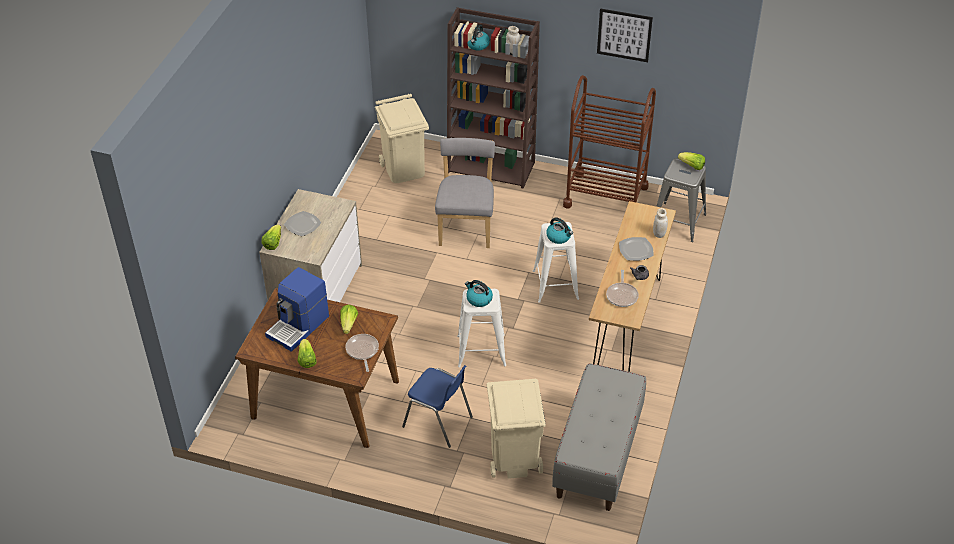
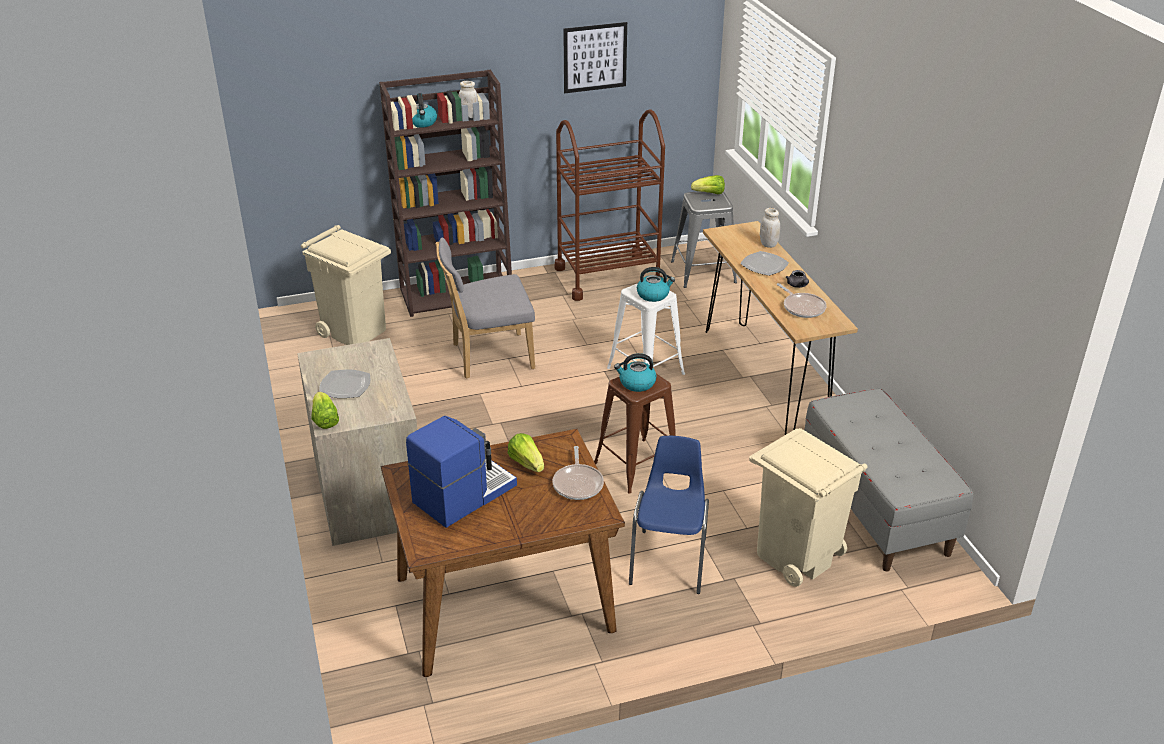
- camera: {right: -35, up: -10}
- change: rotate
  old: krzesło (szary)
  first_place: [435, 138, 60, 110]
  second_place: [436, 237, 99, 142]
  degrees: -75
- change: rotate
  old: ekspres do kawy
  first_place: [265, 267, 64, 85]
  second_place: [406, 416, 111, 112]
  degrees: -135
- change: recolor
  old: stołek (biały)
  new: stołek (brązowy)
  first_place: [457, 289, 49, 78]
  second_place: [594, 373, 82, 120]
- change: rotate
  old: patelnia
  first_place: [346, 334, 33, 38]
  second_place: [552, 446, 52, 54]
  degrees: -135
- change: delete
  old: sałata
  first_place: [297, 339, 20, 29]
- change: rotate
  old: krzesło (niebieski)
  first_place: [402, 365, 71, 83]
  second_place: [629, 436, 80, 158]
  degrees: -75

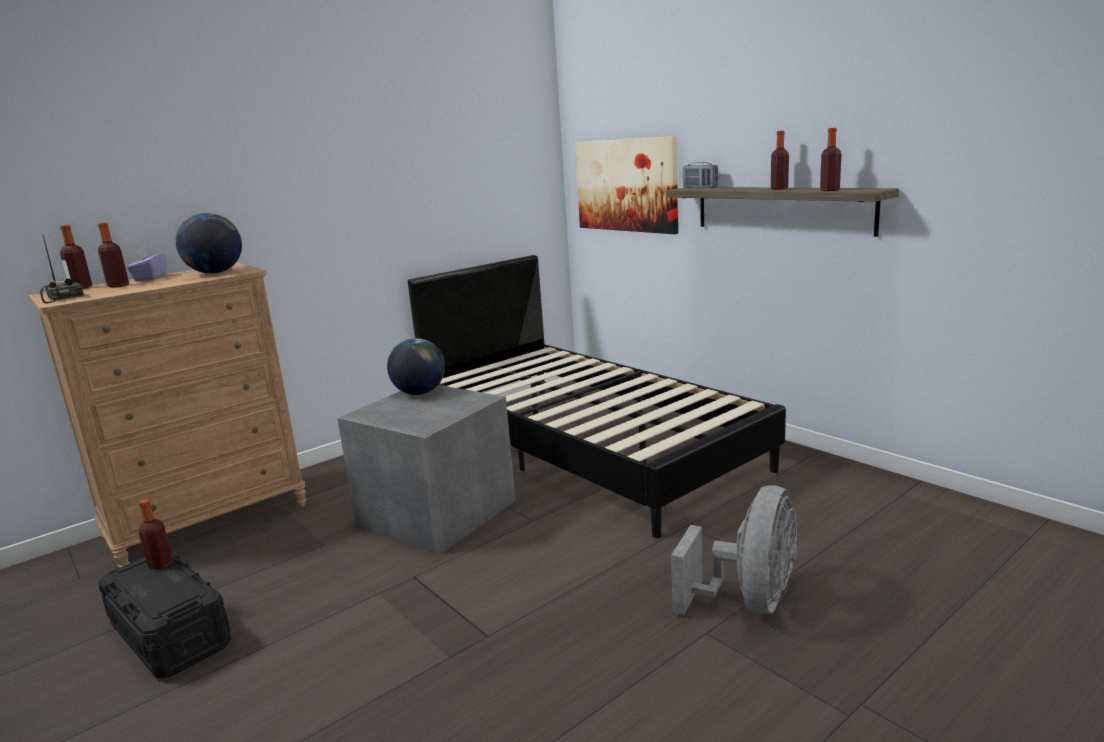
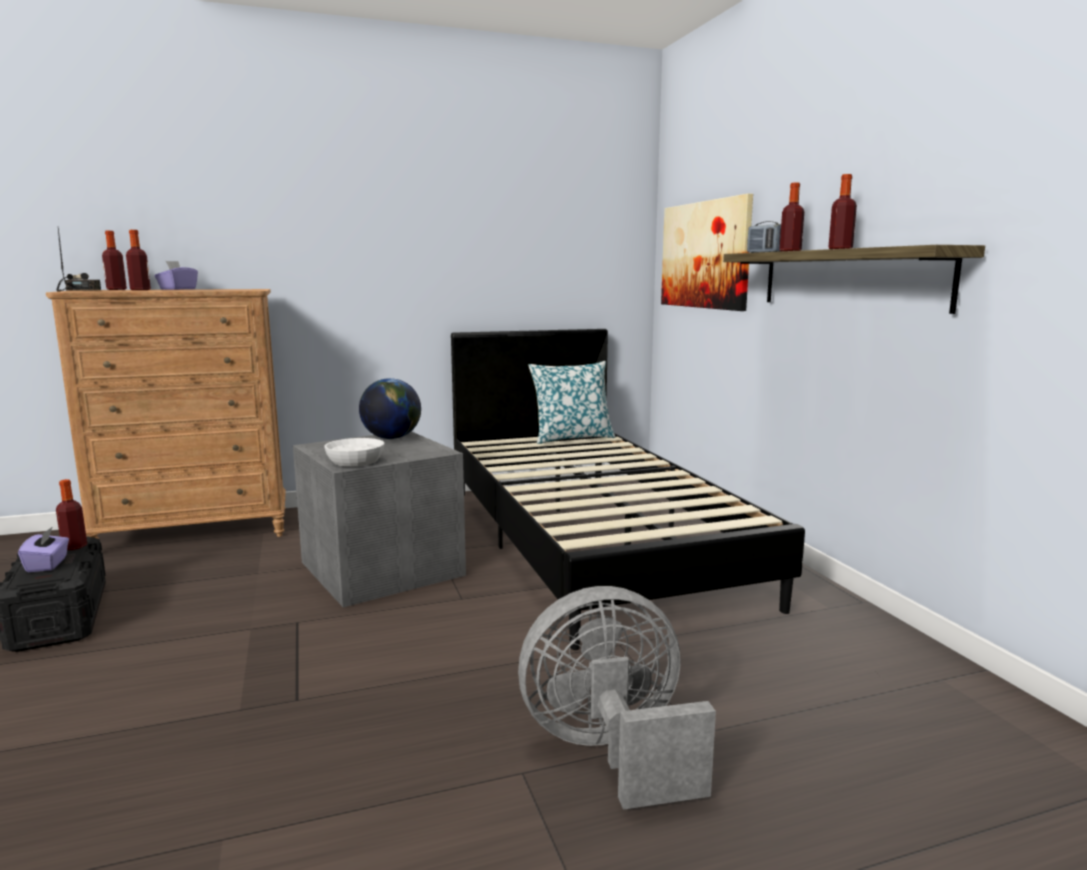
- camera: {right: 20, up: -5}
- change: move
  old: butelka
  first_place: [820, 128, 21, 63]
  second_place: [780, 182, 24, 69]
- change: delete
  old: globus
  first_place: [176, 213, 66, 61]
- change: rotate
  old: wentylator (szary)
  first_place: [671, 485, 126, 130]
  second_place: [518, 586, 198, 224]
  degrees: -150
- change: insert
  new: poduszka
  second_place: [529, 361, 86, 83]
- change: insert
  new: miska (biały)
  second_place: [324, 438, 61, 29]
- change: insert
  new: pudełko chusteczek (fioletowy)
  second_place: [18, 526, 51, 46]

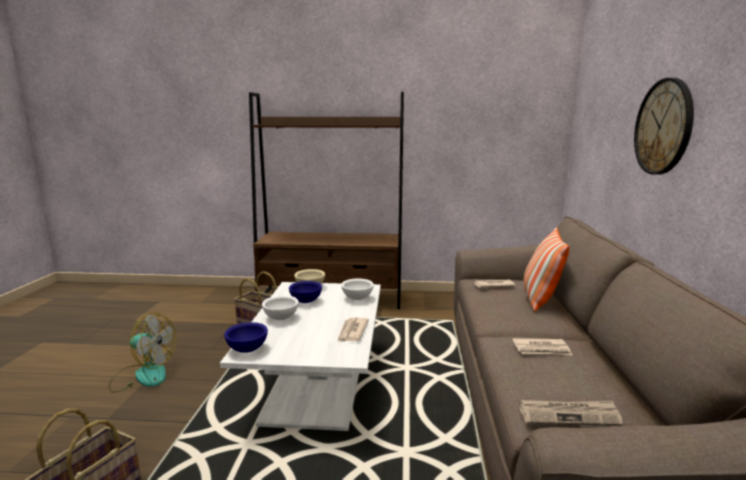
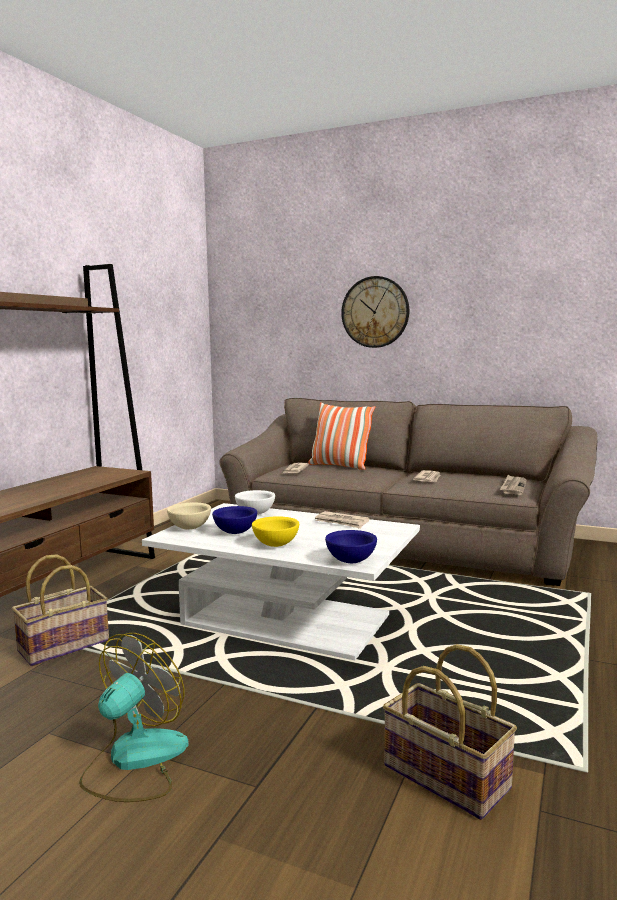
- camera: {right: -70, up: -5}
- change: recolor
  old: miska (biały)
  new: miska (żółty)
  first_place: [262, 295, 37, 25]
  second_place: [252, 516, 47, 31]

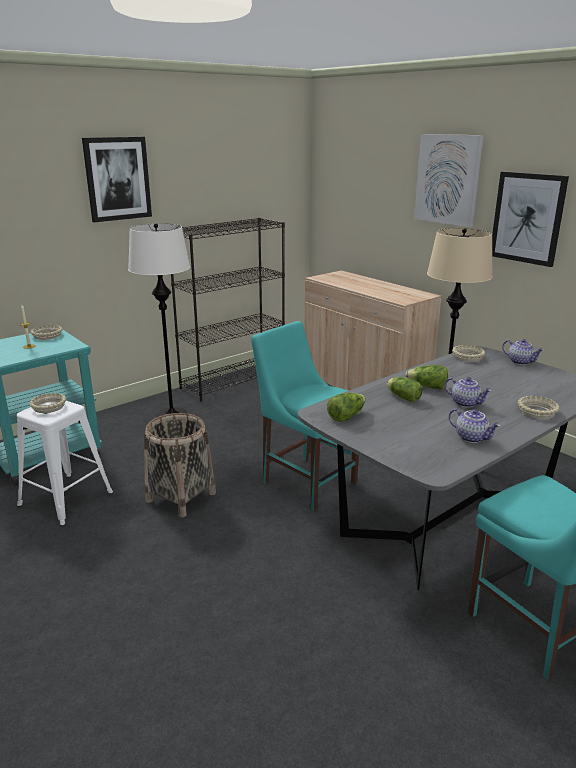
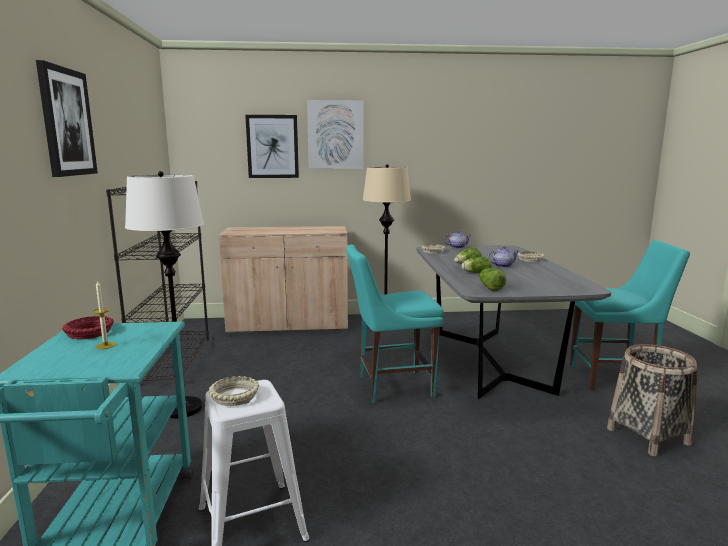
- camera: {right: -55, up: -10}
- change: move
  old: obraz
  first_place: [492, 172, 77, 95]
  second_place: [245, 115, 54, 63]
- change: recolor
  old: miska (beżowy)
  new: miska (czerwony)
  first_place: [31, 325, 32, 15]
  second_place: [62, 316, 52, 23]
- change: delete
  old: imbryk
  first_place: [449, 409, 51, 34]
- change: move
  old: koszyk
  first_place: [144, 413, 72, 104]
  second_place: [607, 344, 91, 112]

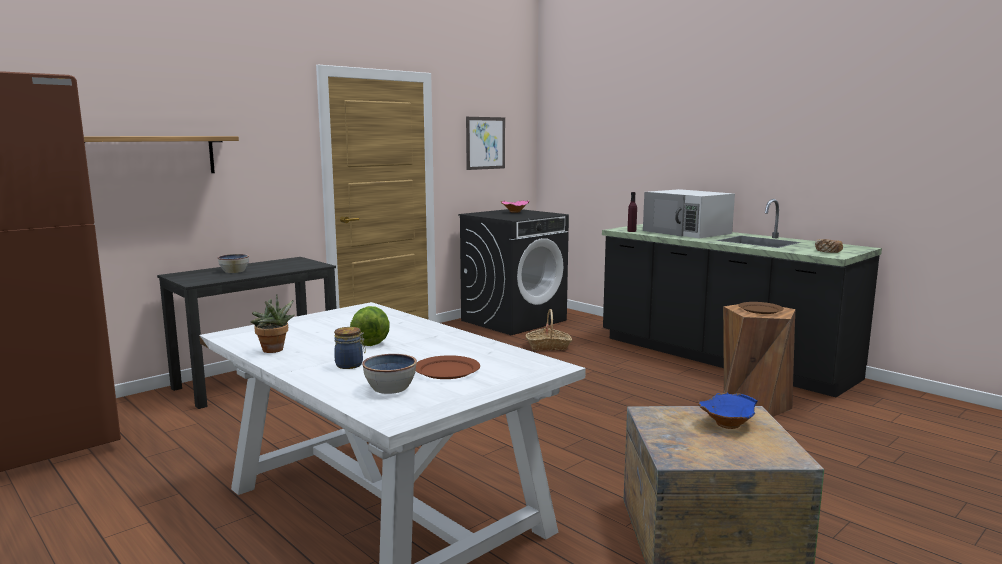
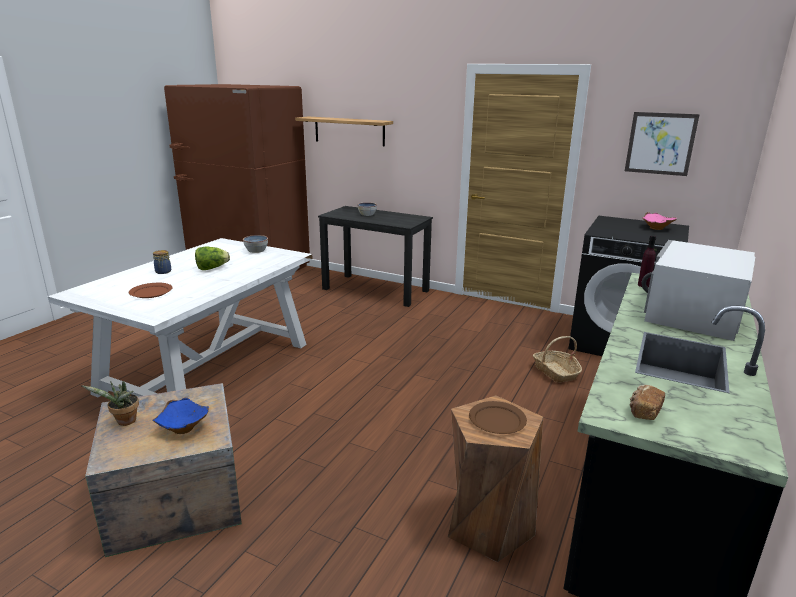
- camera: {right: 70, up: 10}
- change: move
  old: roślina doniczkowa
  first_place: [251, 294, 44, 59]
  second_place: [81, 381, 58, 45]
- change: move
  old: miska
  first_place: [362, 354, 55, 40]
  second_place: [243, 235, 25, 18]

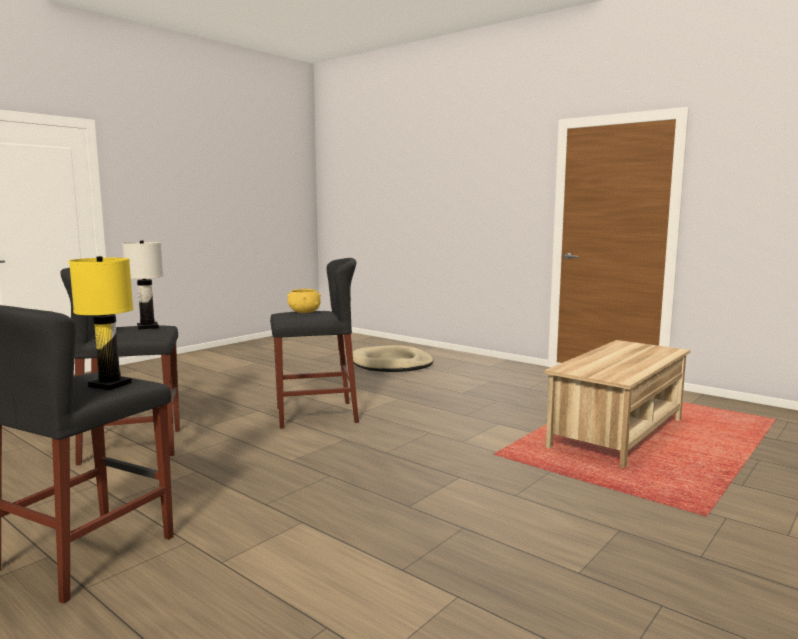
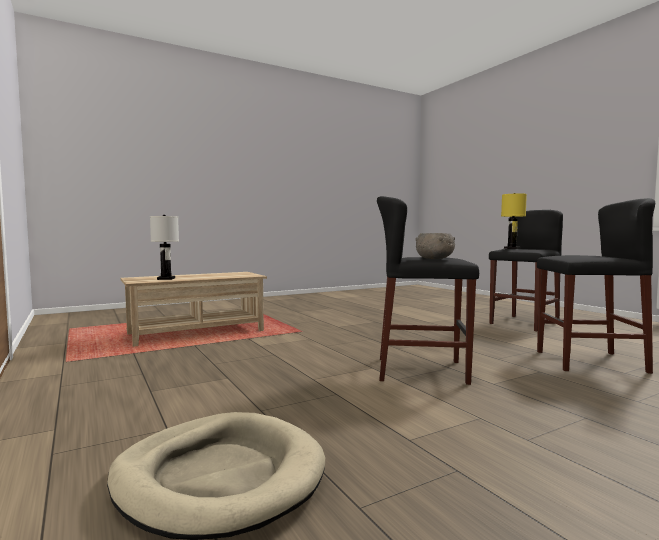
- camera: {right: -160, up: -5}
- change: move
  old: lampa stołowa (biały)
  first_place: [122, 241, 41, 89]
  second_place: [150, 215, 29, 65]
- change: recolor
  old: miska (żółty)
  new: miska (szary)
  first_place: [287, 289, 34, 24]
  second_place: [415, 233, 40, 26]

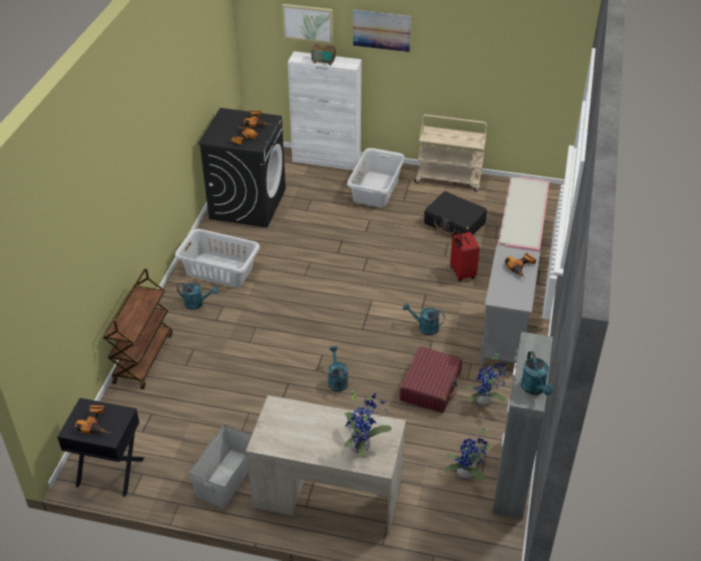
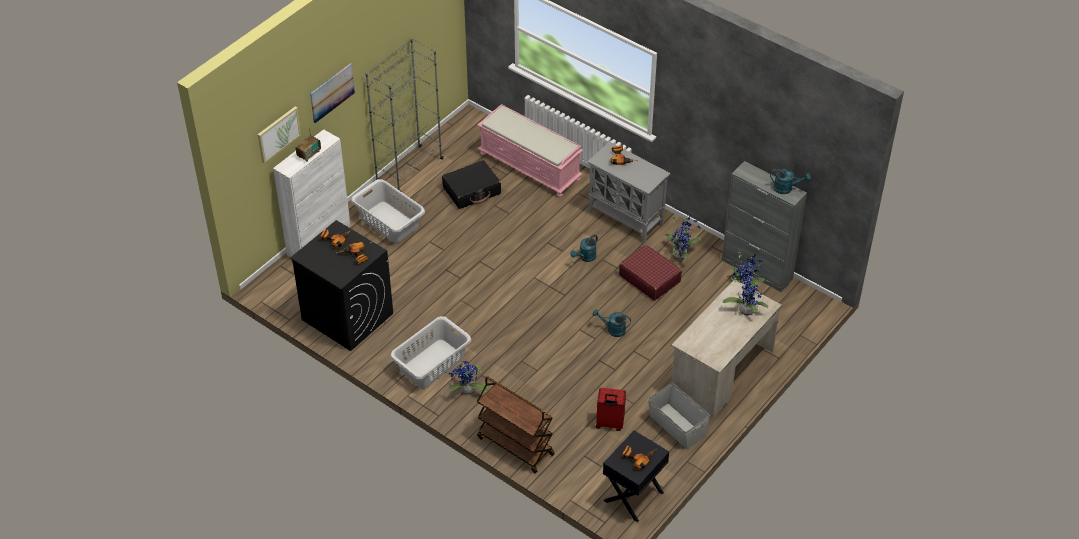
- camera: {right: -65, up: 5}
- change: replace
  old: wózek (beżowy)
  new: regał (szary)
  first_place: [415, 114, 72, 77]
  second_place: [365, 38, 79, 154]
- change: move
  old: walizka (czerwony)
  first_place: [450, 230, 30, 51]
  second_place: [596, 388, 30, 43]
- change: replace
  old: konewka (turkusowy)
  new: roślina doniczkowa
  first_place: [177, 283, 41, 27]
  second_place: [449, 361, 40, 34]

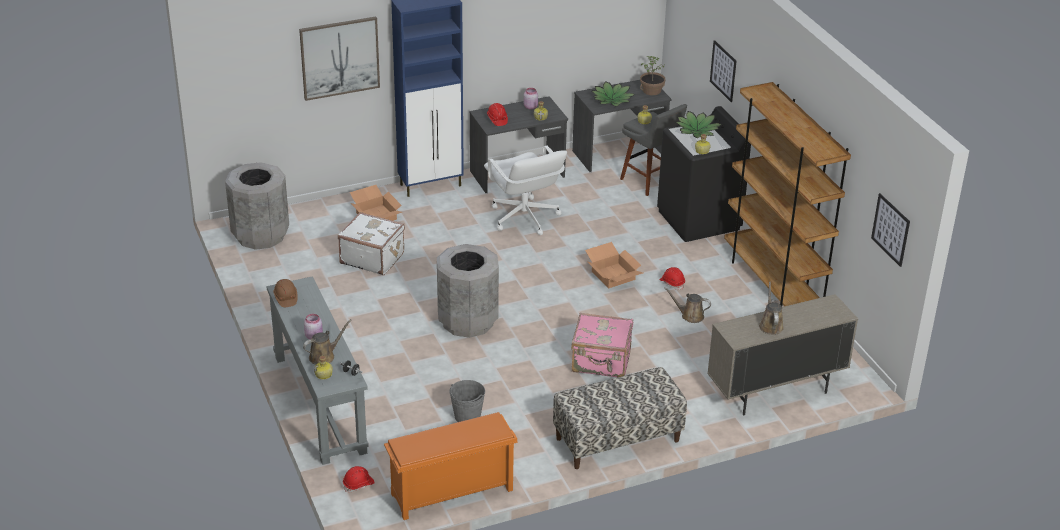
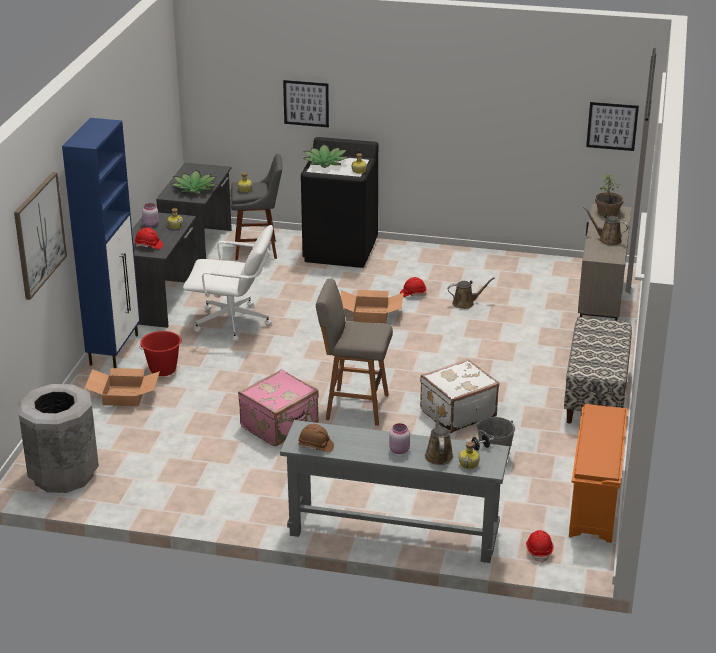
- camera: {right: -55, up: -5}
- change: move
  old: roślina doniczkowa
  first_place: [640, 56, 26, 39]
  second_place: [595, 174, 29, 43]
- change: delete
  old: regał (brązowy)
  first_place: [724, 82, 127, 224]
- change: move
  old: walizka (biały)
  first_place: [338, 212, 67, 63]
  second_place: [420, 359, 79, 74]
- change: replace
  old: kosz na śmieci (szary)
  new: stołek (szary)
  first_place: [437, 244, 62, 94]
  second_place: [316, 279, 77, 147]
- change: rotate
  old: konewka (brązowy)
  first_place: [664, 287, 47, 36]
  second_place: [448, 277, 47, 32]
  degrees: -150
- change: move
  old: walizka (różowy)
  first_place: [571, 313, 62, 64]
  second_place: [238, 369, 81, 77]
- change: insert
  new: wiadro (czerwony)
  second_place: [140, 331, 42, 45]

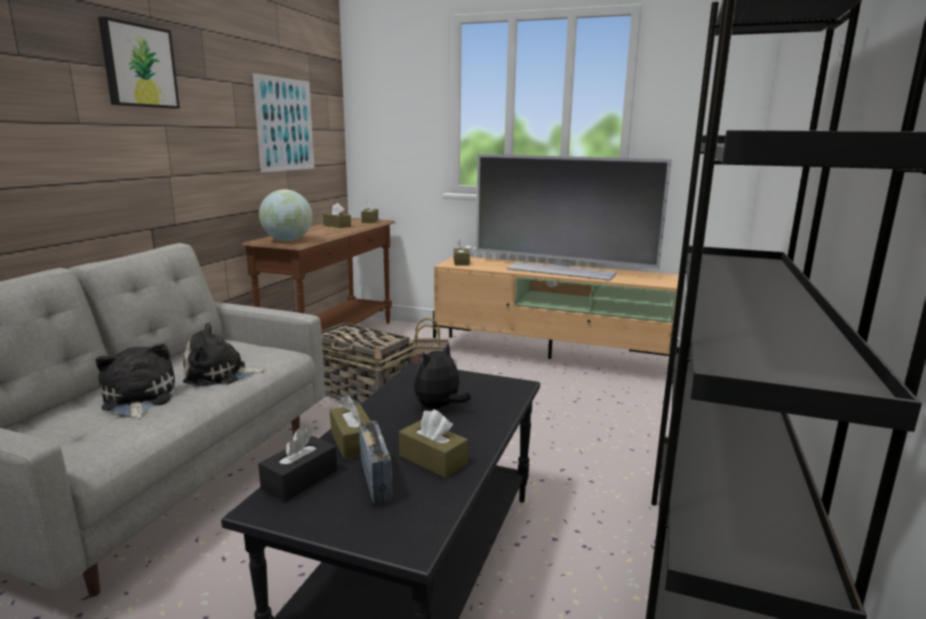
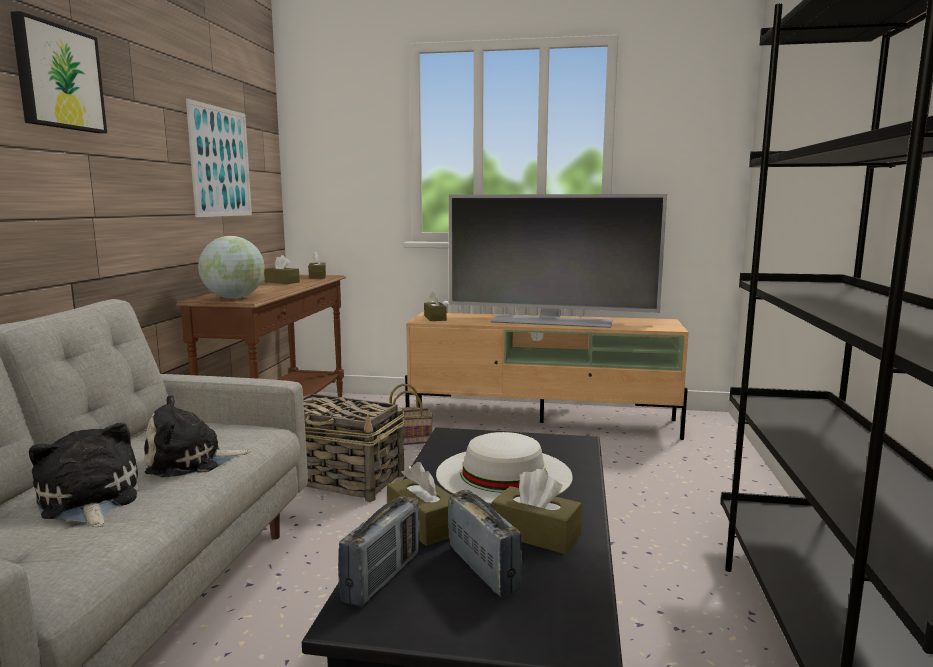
- camera: {right: -10, up: -5}
- change: replace
  old: pluszak
  new: kapelusz (biały)
  first_place: [414, 343, 57, 66]
  second_place: [436, 432, 137, 72]
- change: replace
  old: pudełko chusteczek (czarny)
  new: radio
  first_place: [258, 428, 79, 74]
  second_place: [338, 496, 82, 111]

